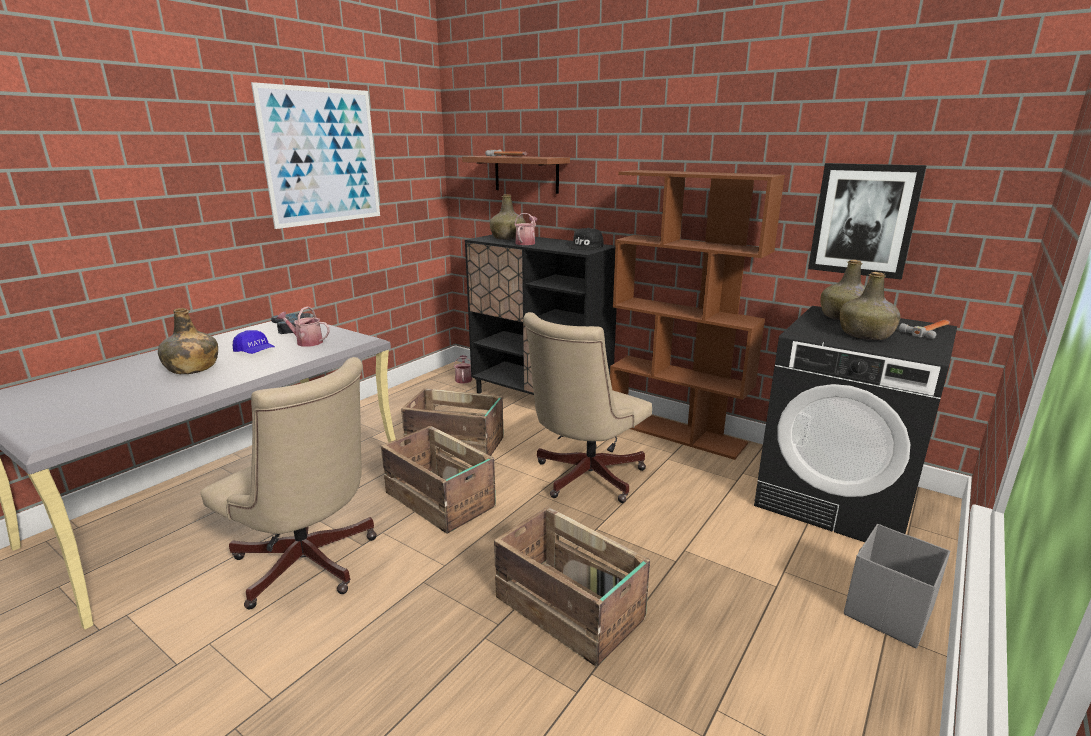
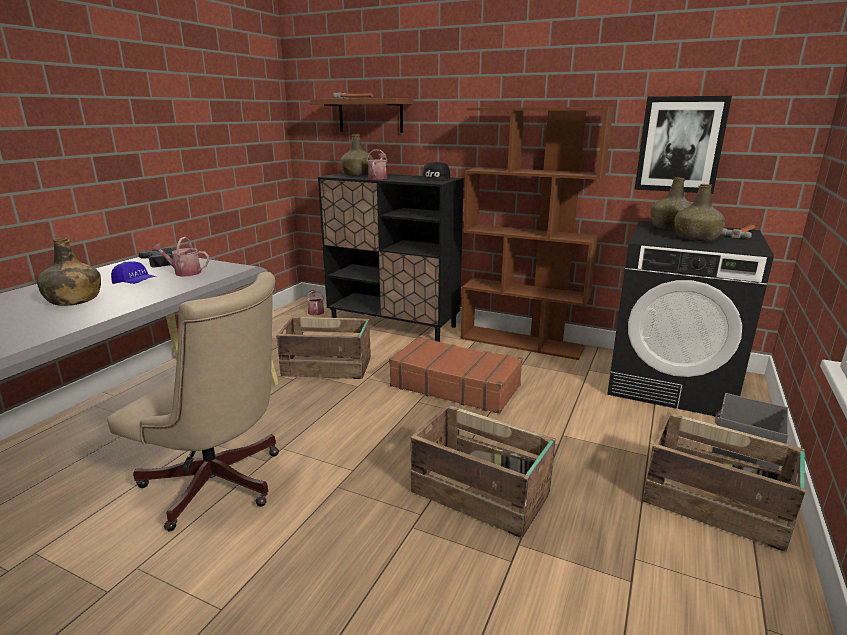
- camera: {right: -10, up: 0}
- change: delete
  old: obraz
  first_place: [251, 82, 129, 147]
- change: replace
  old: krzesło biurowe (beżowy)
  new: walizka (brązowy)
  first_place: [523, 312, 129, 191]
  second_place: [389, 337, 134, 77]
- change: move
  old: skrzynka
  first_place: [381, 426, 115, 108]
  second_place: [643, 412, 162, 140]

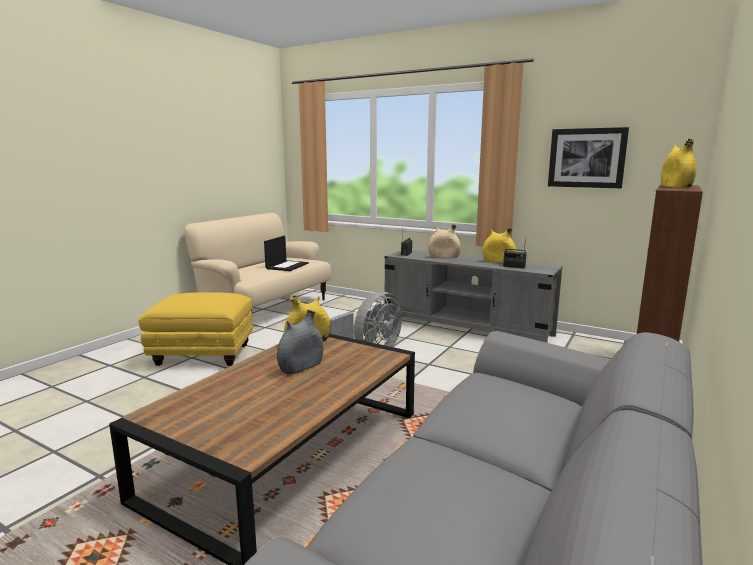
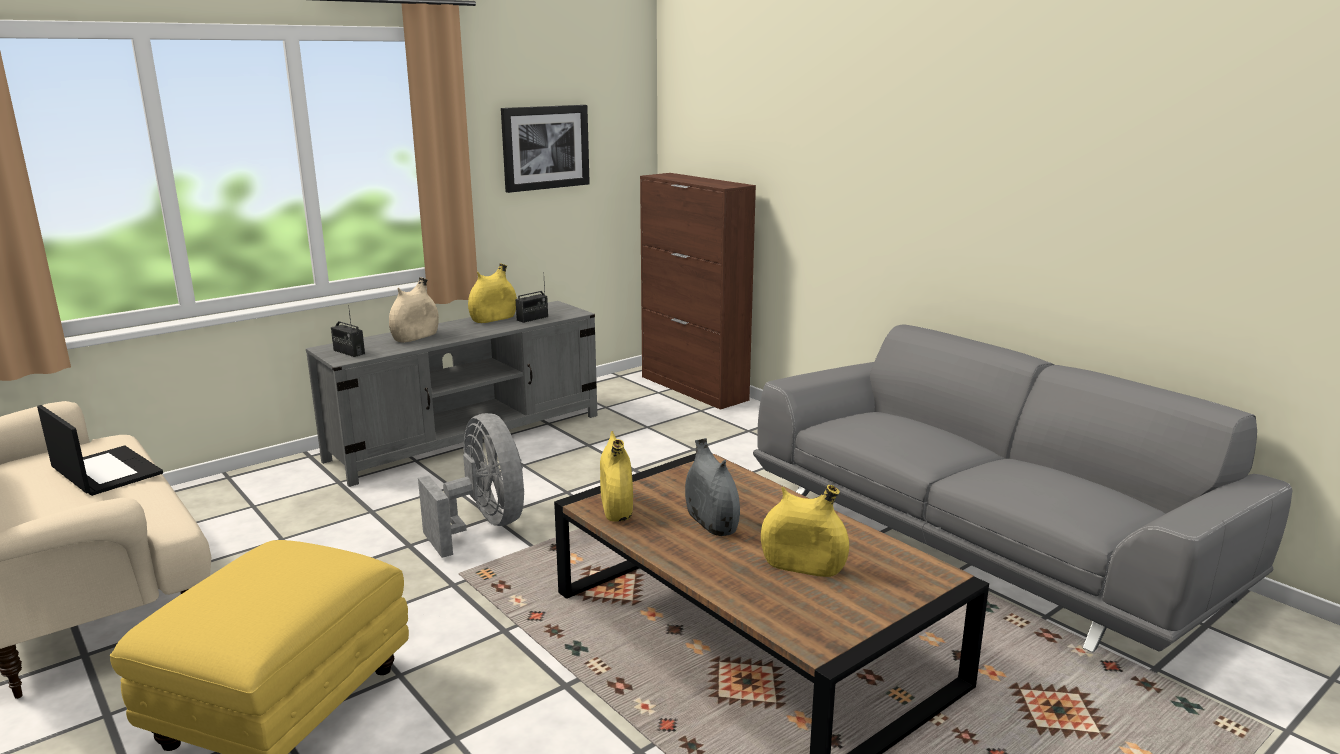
- camera: {right: -70, up: 5}
- change: move
  old: wazon (żółty)
  first_place: [661, 139, 35, 49]
  second_place: [761, 485, 88, 92]

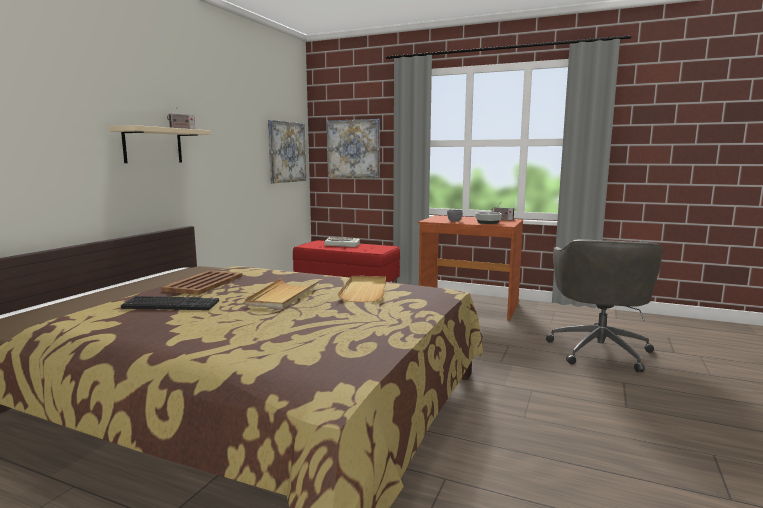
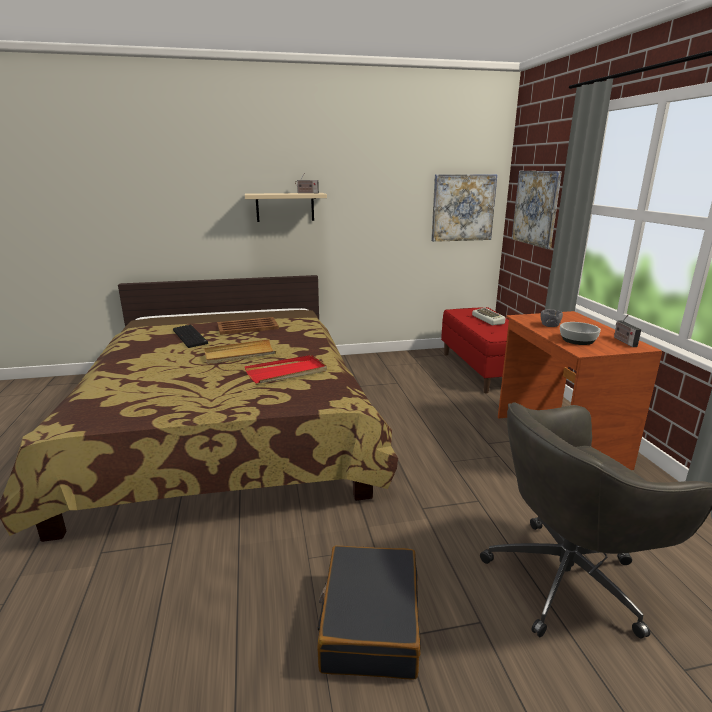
- camera: {right: 55, up: 10}
- change: recolor
  old: taca (beżowy)
  new: taca (czerwony)
  first_place: [338, 276, 48, 26]
  second_place: [245, 355, 82, 29]
- change: insert
  new: walizka (czarny)
  second_place: [317, 546, 104, 133]

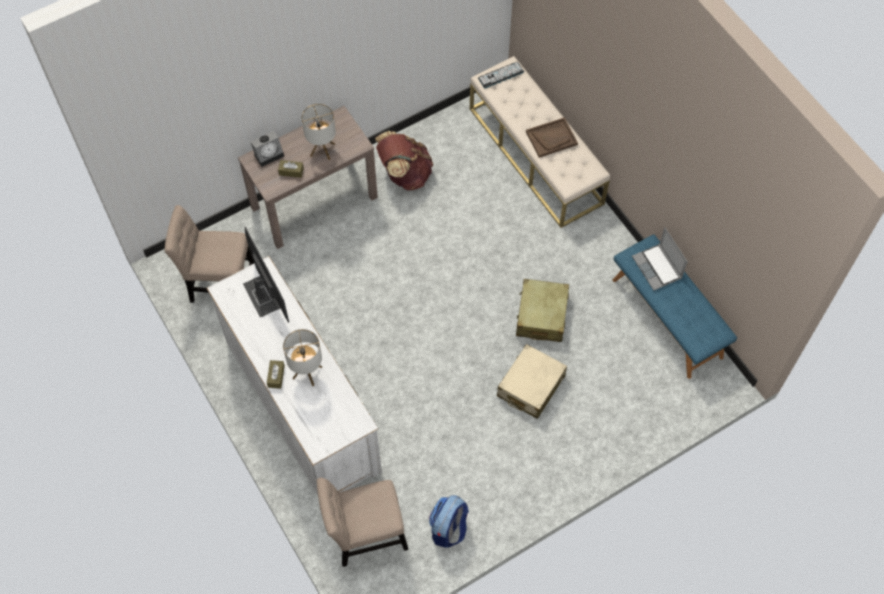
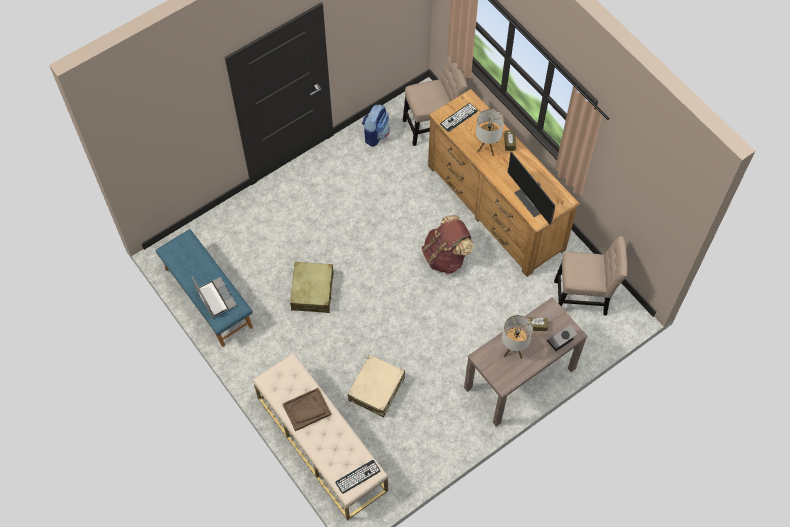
- camera: {right: 175, up: 0}
- change: move
  old: plecak (brązowy)
  first_place: [375, 131, 58, 60]
  second_place: [421, 215, 53, 59]
- change: recolor
  old: komoda (biały)
  new: komoda (brązowy)
  first_place: [207, 256, 175, 239]
  second_place: [428, 89, 152, 188]
- change: move
  old: walizka (beżowy)
  first_place: [497, 344, 70, 75]
  second_place: [348, 354, 57, 63]
- change: insert
  new: klawiatura
  second_place: [440, 103, 38, 29]

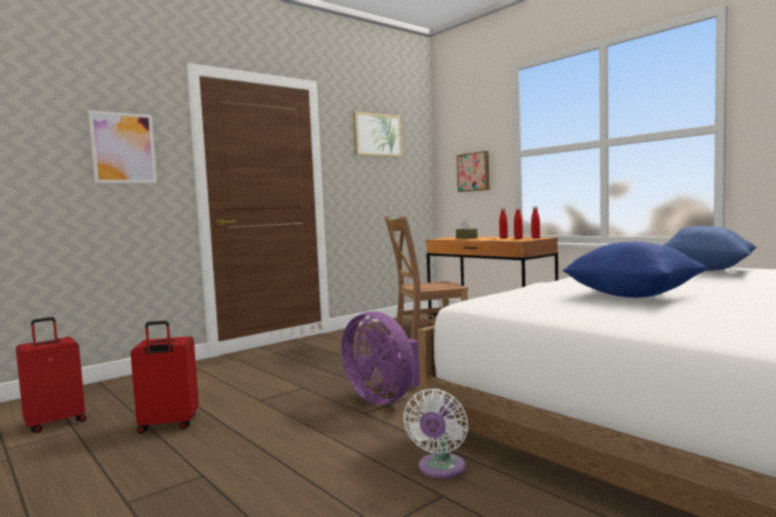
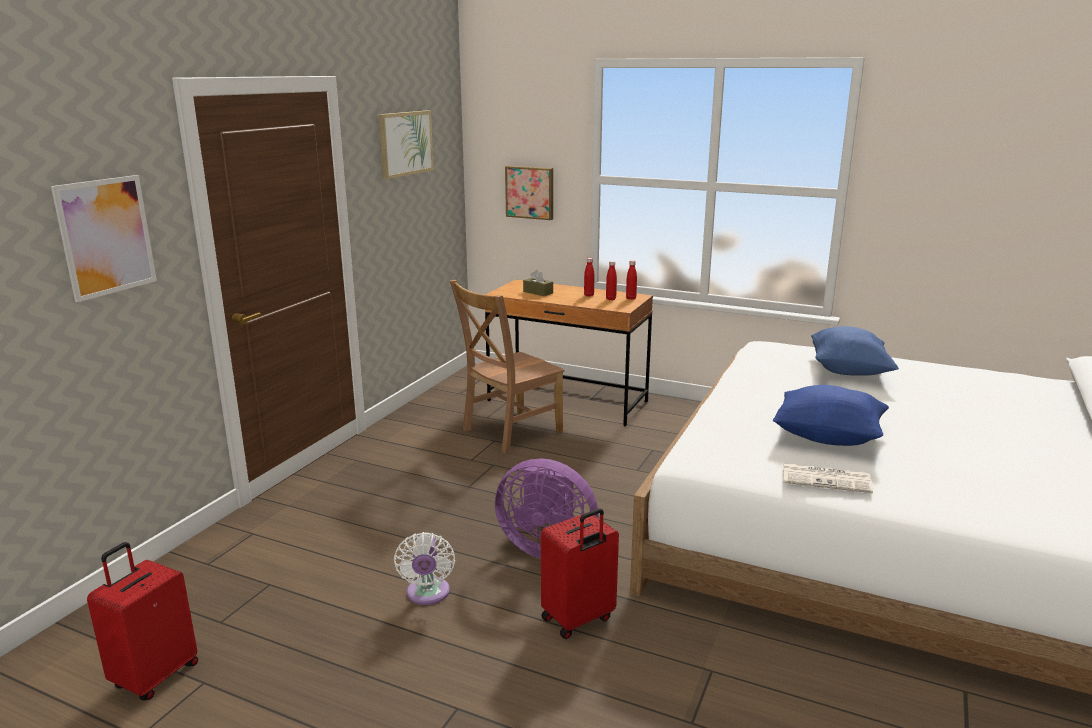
- camera: {right: -25, up: 15}
- change: move
  old: walizka (czerwony)
  first_place: [130, 321, 69, 113]
  second_place: [541, 509, 78, 130]
- change: move
  old: wentylator (biały)
  first_place: [403, 389, 65, 89]
  second_place: [394, 532, 61, 73]
- change: insert
  new: gazeta
  second_place: [783, 464, 90, 29]

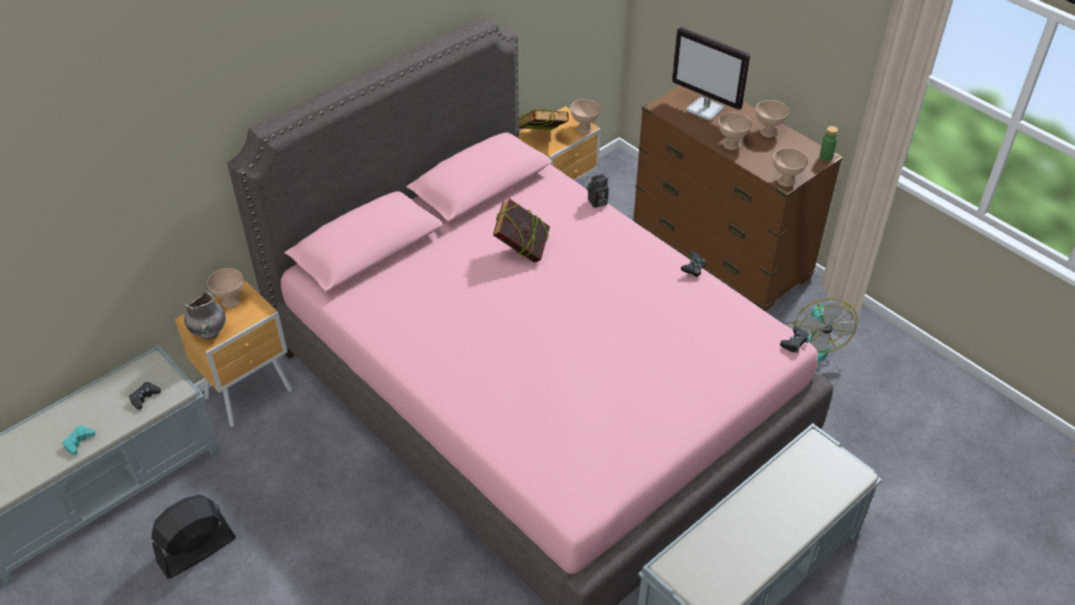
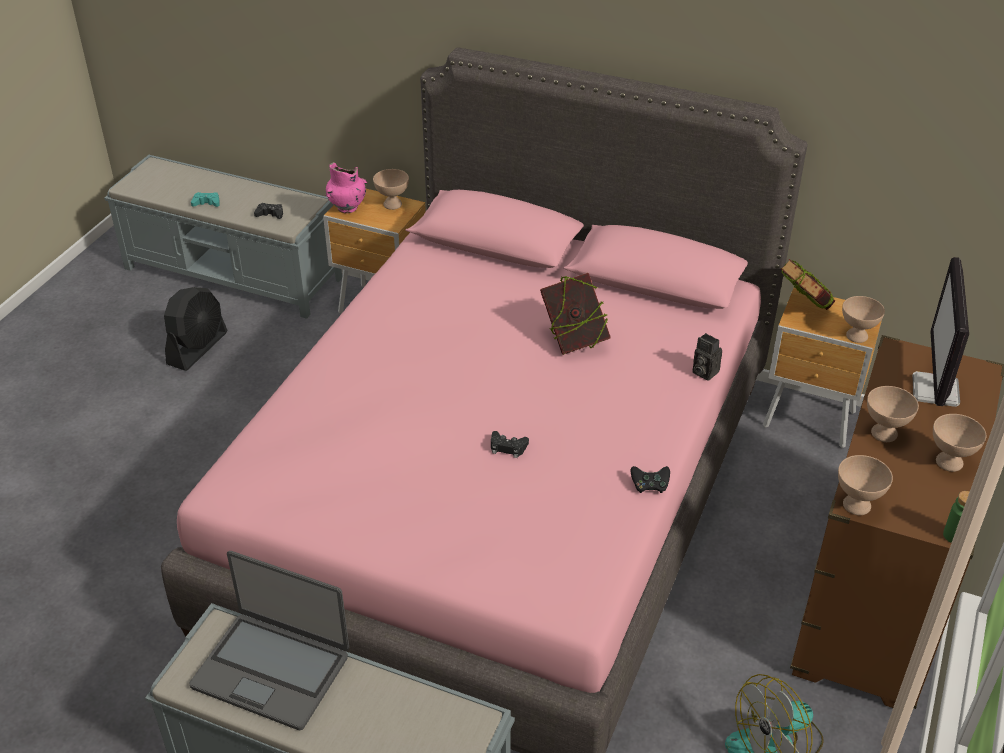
- camera: {right: 65, up: -5}
- change: recolor
  old: wazon (szary)
  new: wazon (różowy)
  first_place: [184, 291, 42, 49]
  second_place: [326, 162, 41, 51]
- change: move
  old: pad do gier (czarny)
  first_place: [780, 326, 29, 27]
  second_place: [491, 431, 38, 27]
- change: rotate
  old: wentylator (czarny)
  first_place: [151, 495, 85, 84]
  second_place: [164, 287, 63, 84]
  degrees: 90
- change: insert
  new: laptop
  second_place: [189, 551, 160, 179]

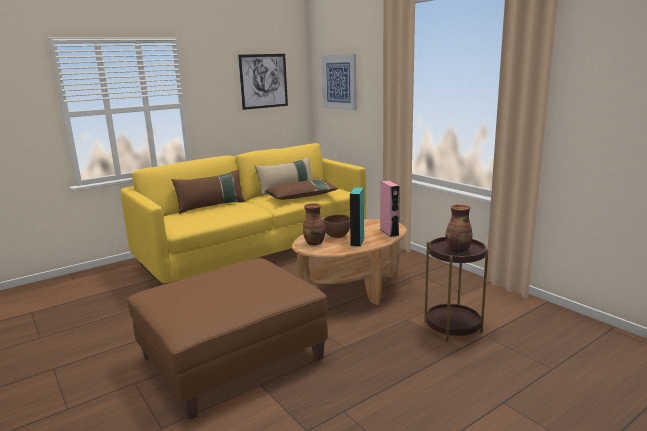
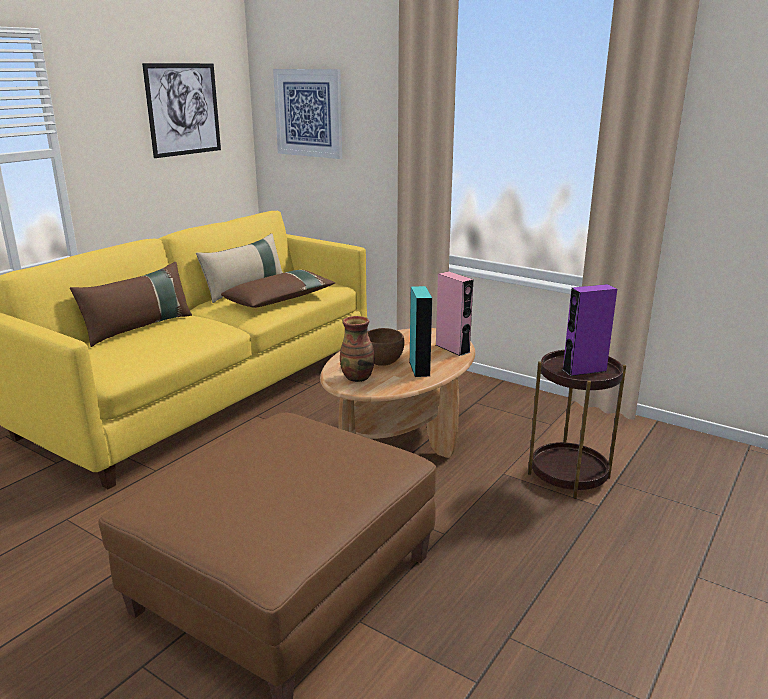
- camera: {right: -20, up: 5}
- change: replace
  old: wazon
  new: głośnik (fioletowy)
  first_place: [446, 205, 26, 48]
  second_place: [562, 284, 55, 92]

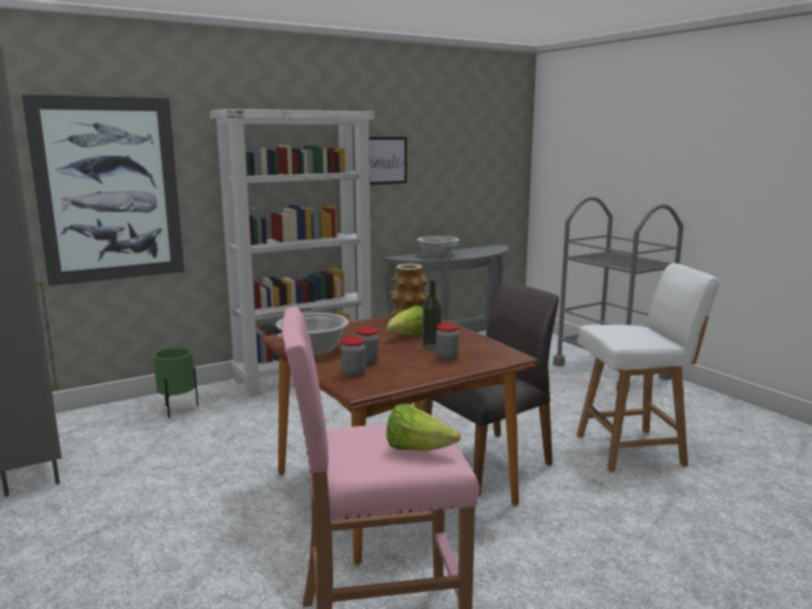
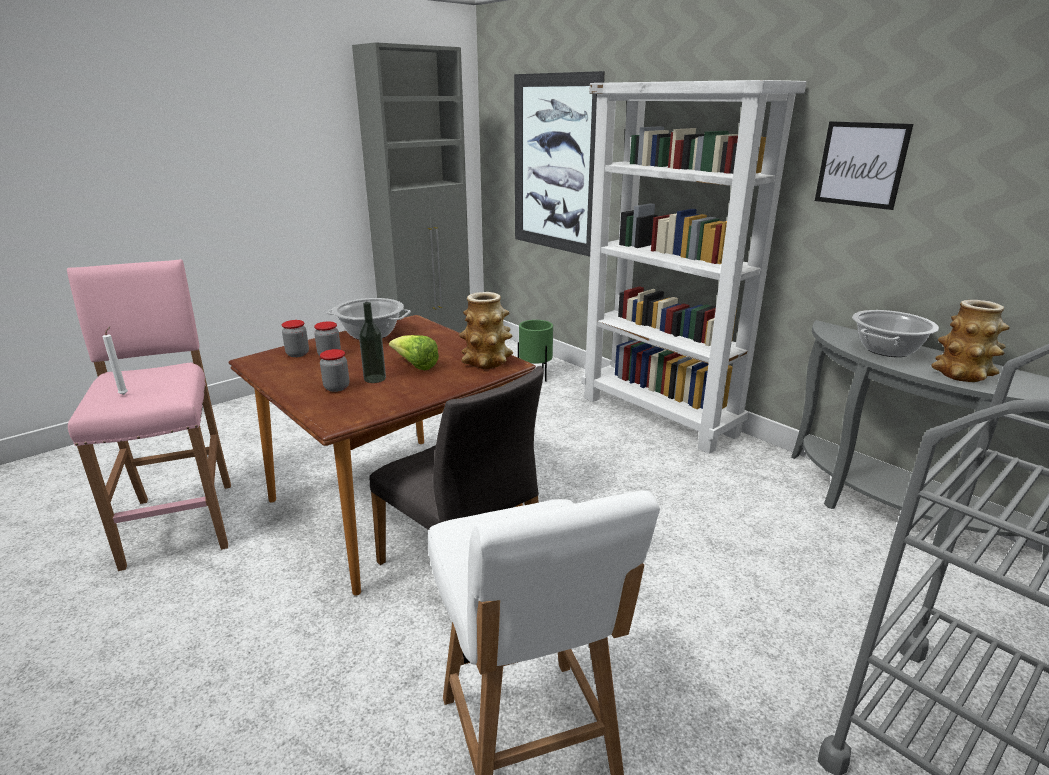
- camera: {right: 80, up: 10}
- change: replace
  old: sałata
  new: świeca (biały)
  first_place: [386, 404, 75, 47]
  second_place: [103, 326, 25, 69]
- change: insert
  new: wazon
  second_place: [932, 300, 77, 82]

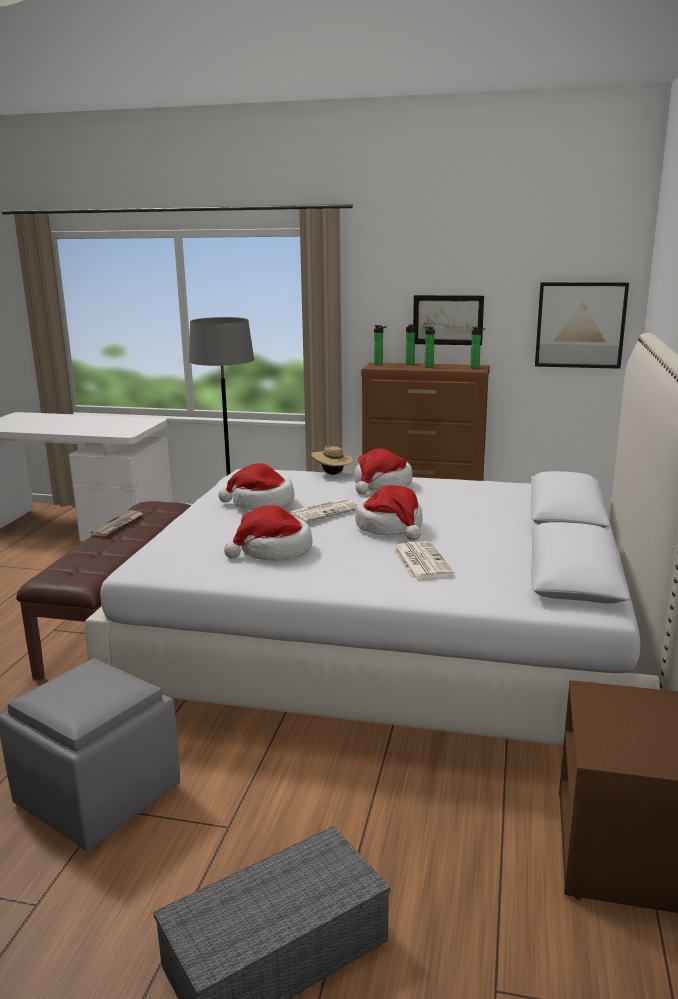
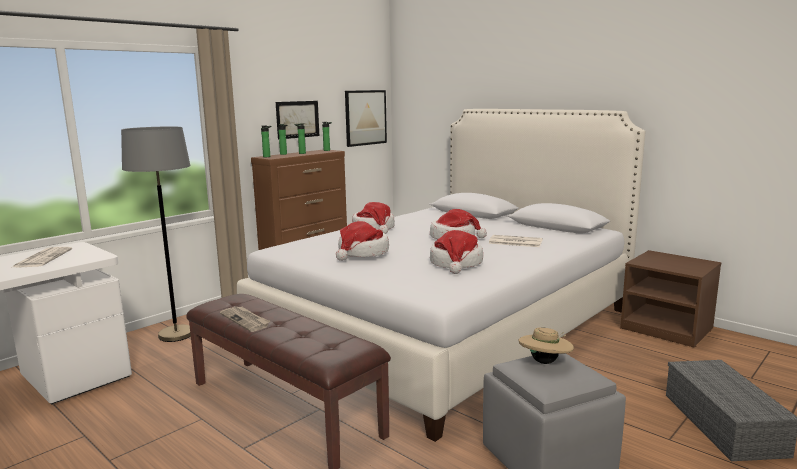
- camera: {right: -60, up: -5}
- change: move
  old: kapelusz (beżowy)
  first_place: [312, 446, 42, 29]
  second_place: [519, 327, 55, 37]
- change: move
  old: gazeta
  first_place: [288, 498, 70, 24]
  second_place: [13, 247, 59, 20]

